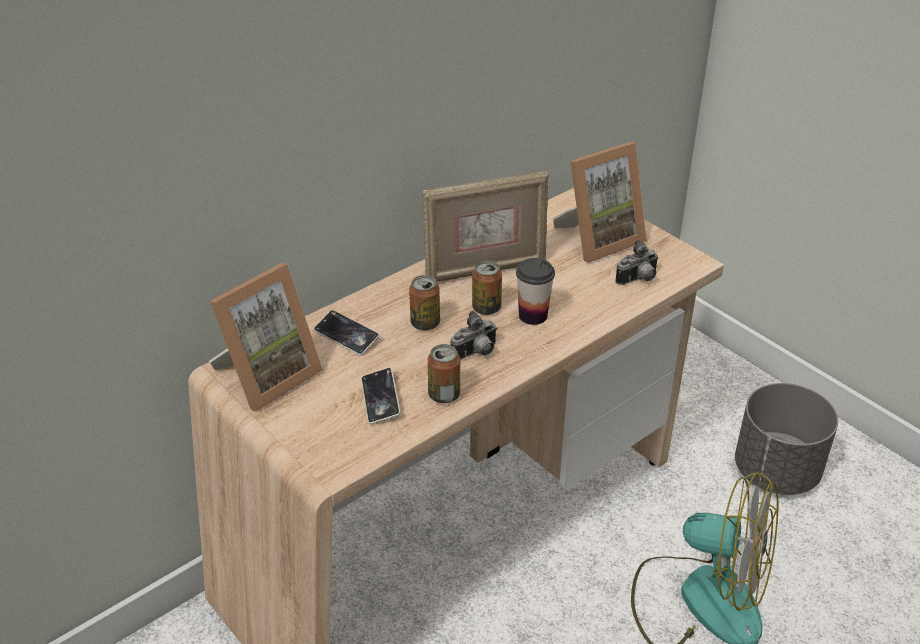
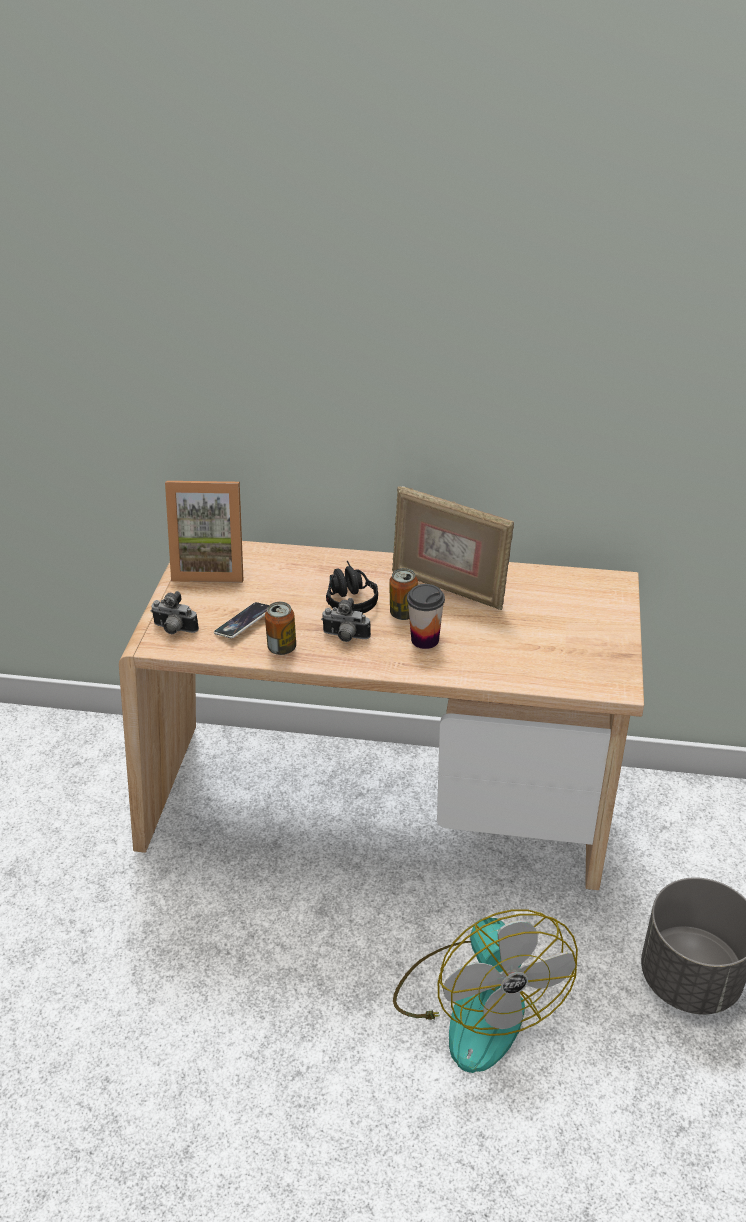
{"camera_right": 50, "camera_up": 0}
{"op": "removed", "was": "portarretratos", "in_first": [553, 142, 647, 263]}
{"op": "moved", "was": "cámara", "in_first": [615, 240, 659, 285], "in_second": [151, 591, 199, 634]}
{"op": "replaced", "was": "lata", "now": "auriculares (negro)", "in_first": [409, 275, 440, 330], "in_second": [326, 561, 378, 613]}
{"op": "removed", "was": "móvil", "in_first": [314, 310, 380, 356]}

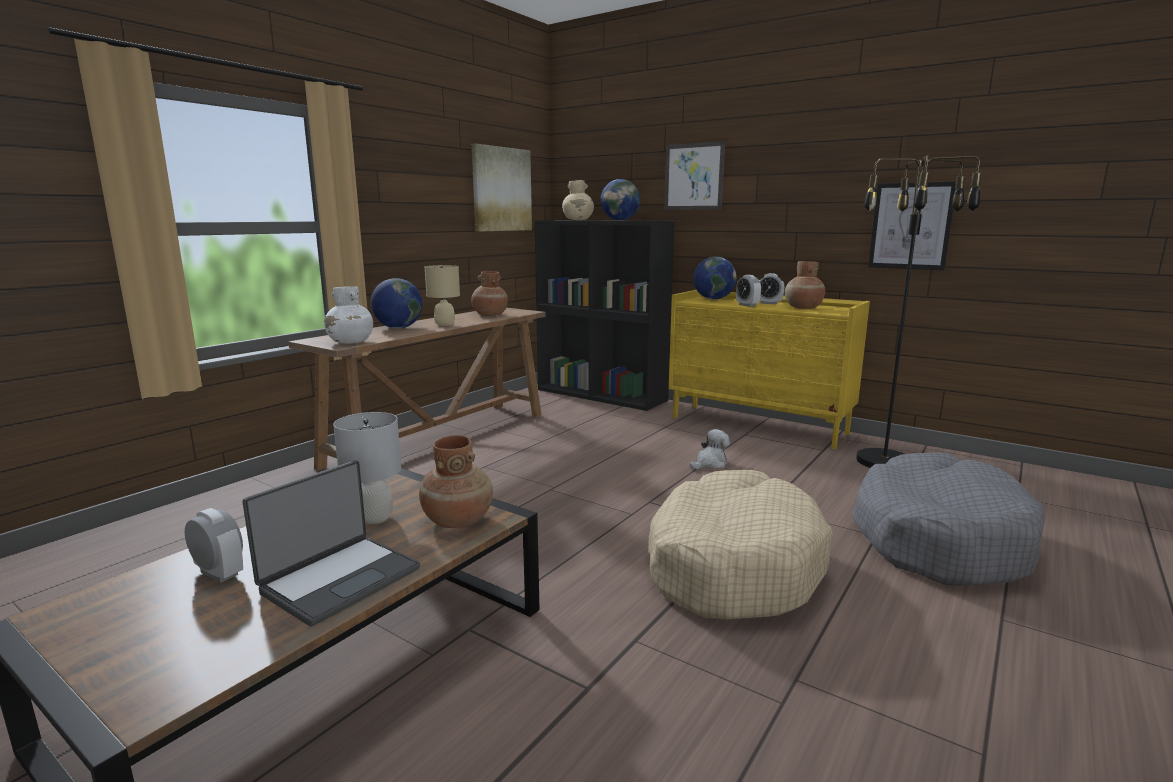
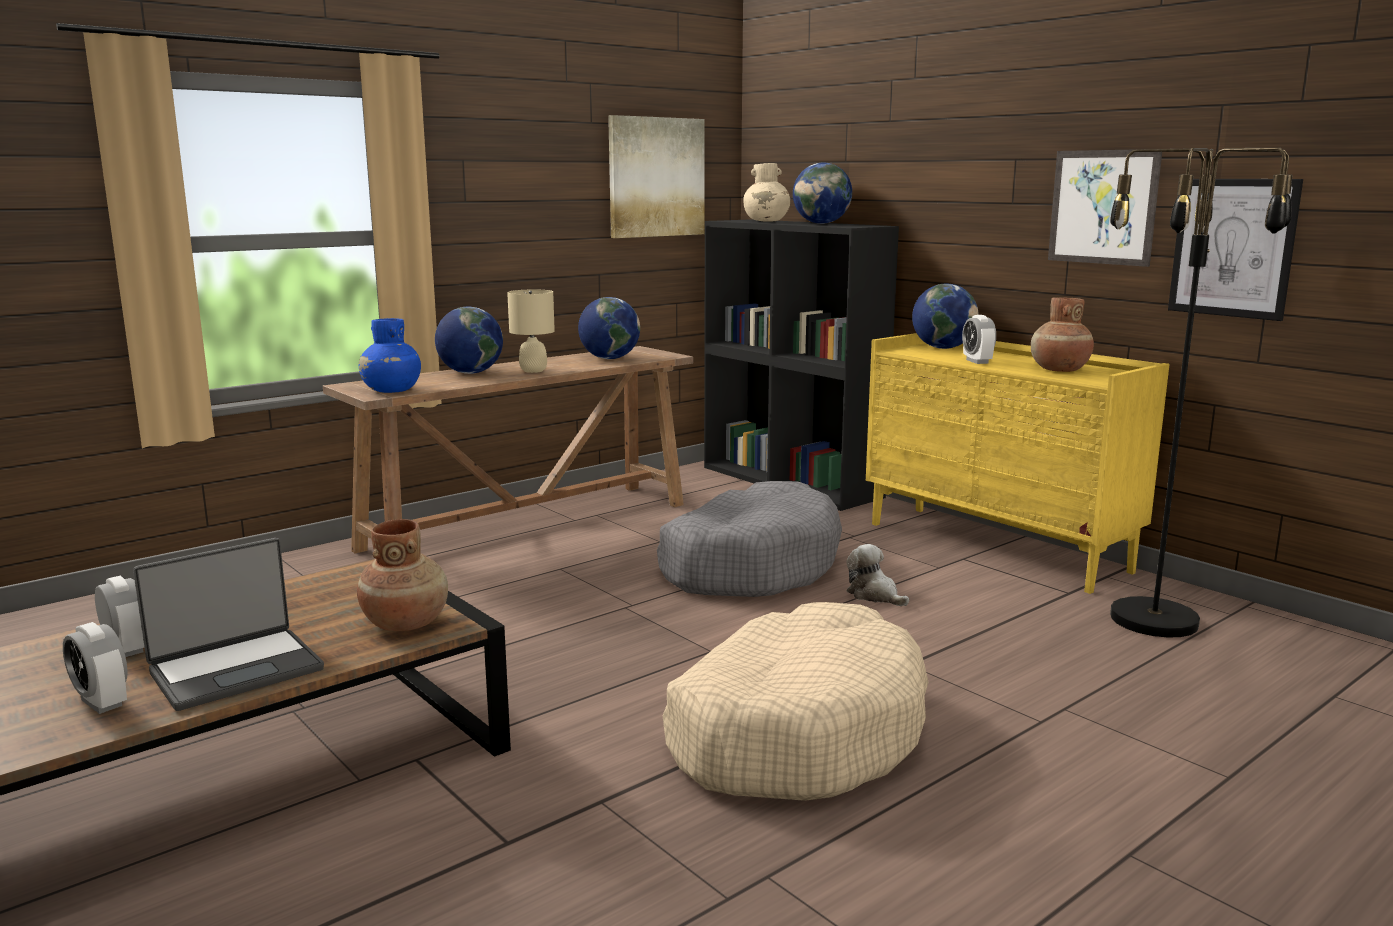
{"camera_right": 15, "camera_up": 0}
{"op": "moved", "was": "cuadro", "in_first": [664, 141, 725, 210], "in_second": [1048, 149, 1162, 267]}
{"op": "replaced", "was": "florero (marrón)", "now": "globo terráqueo", "in_first": [471, 271, 508, 316], "in_second": [578, 297, 640, 359]}
{"op": "moved", "was": "despertador", "in_first": [759, 273, 785, 304], "in_second": [63, 622, 128, 714]}
{"op": "recoloured", "was": "florero (blanco)", "now": "florero (azul)", "in_first": [324, 286, 373, 344], "in_second": [359, 318, 421, 393]}
{"op": "removed", "was": "lámpara de mesa (gris)", "in_first": [333, 412, 401, 524]}
{"op": "turned", "was": "peluche", "in_first": [690, 429, 730, 469], "in_second": [846, 544, 909, 606], "clockwise": -105}
{"op": "moved", "was": "cama para perro (gris)", "in_first": [852, 452, 1045, 586], "in_second": [657, 481, 842, 597]}

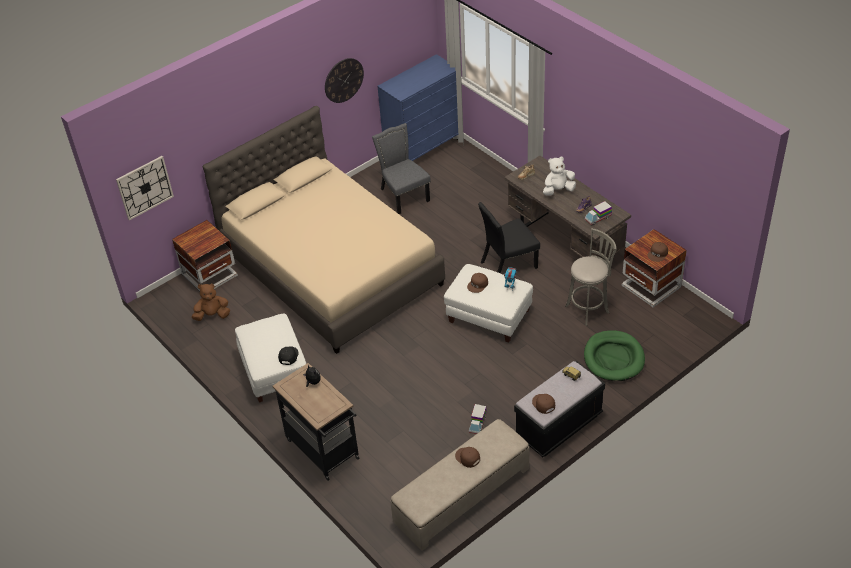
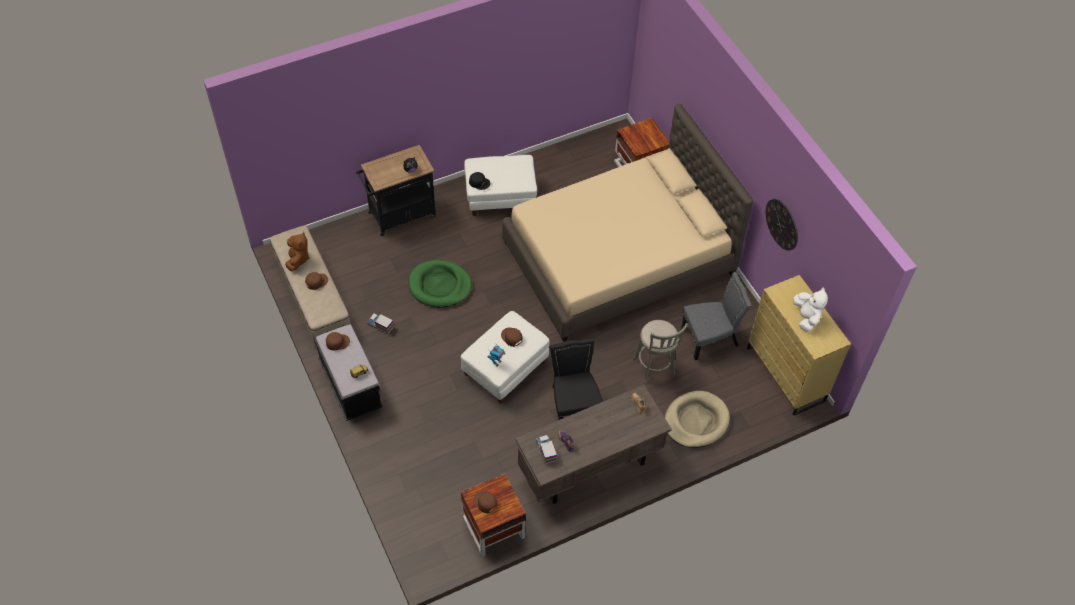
{"camera_right": 100, "camera_up": 10}
{"op": "recoloured", "was": "cómoda (azul)", "now": "cómoda (beis)", "in_first": [377, 54, 458, 161], "in_second": [747, 275, 851, 416]}
{"op": "removed", "was": "reloj de pared", "in_first": [116, 156, 174, 221]}
{"op": "moved", "was": "peluche (blanco)", "in_first": [543, 157, 576, 196], "in_second": [793, 288, 828, 332]}
{"op": "moved", "was": "taburete (gris)", "in_first": [565, 228, 617, 326], "in_second": [633, 320, 688, 384]}
{"op": "moved", "was": "peluche (marrón)", "in_first": [192, 283, 230, 321], "in_second": [285, 232, 310, 271]}
{"op": "moved", "was": "cama para perro (verde)", "in_first": [584, 330, 645, 381], "in_second": [409, 260, 472, 307]}
{"op": "added", "now": "cama para perro (beis)", "in_second": [665, 391, 730, 448]}

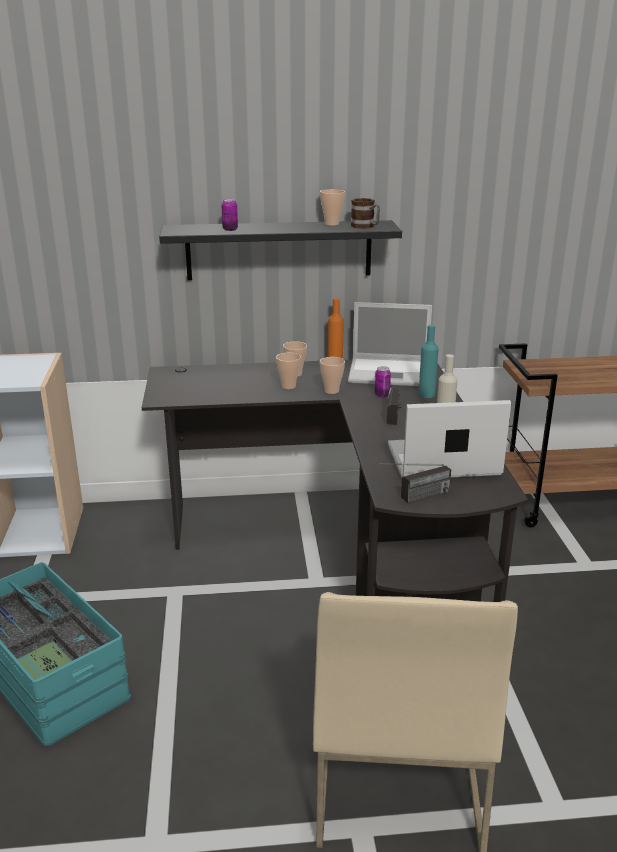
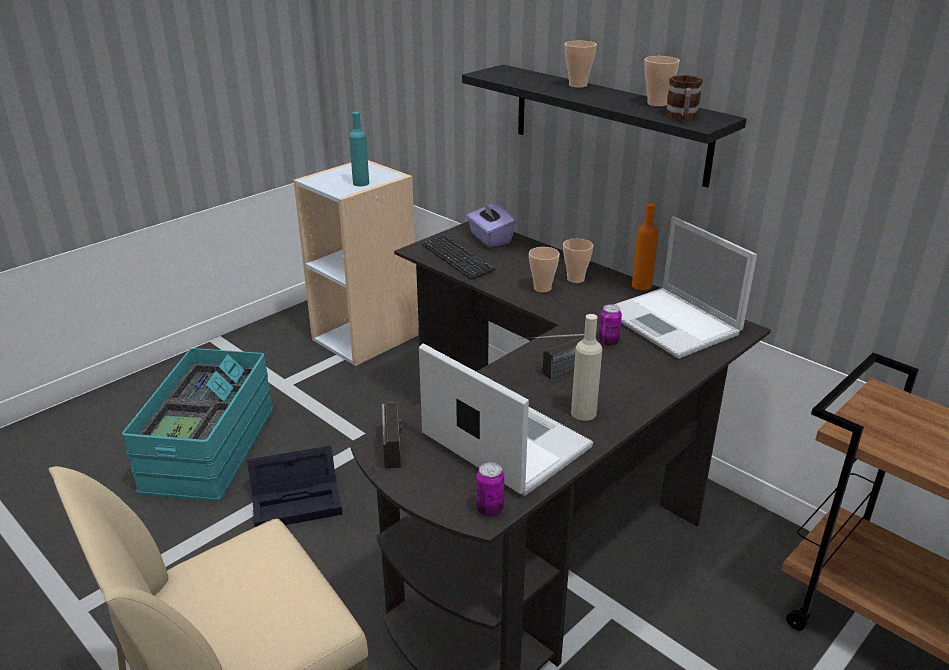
{"camera_right": 50, "camera_up": 5}
{"op": "moved", "was": "lata", "in_first": [222, 199, 238, 231], "in_second": [476, 462, 504, 517]}
{"op": "moved", "was": "botella (turquesa)", "in_first": [419, 325, 439, 398], "in_second": [349, 112, 369, 186]}
{"op": "moved", "was": "taza", "in_first": [320, 357, 345, 394], "in_second": [565, 41, 597, 88]}
{"op": "turned", "was": "radio", "in_first": [379, 463, 451, 503], "in_second": [382, 402, 403, 469], "clockwise": -120}
{"op": "added", "now": "caja de pañuelos (morado)", "in_second": [467, 201, 515, 247]}
{"op": "added", "now": "teclado", "in_second": [422, 234, 496, 280]}
{"op": "added", "now": "caja de almacenaje (negro)", "in_second": [247, 446, 342, 527]}

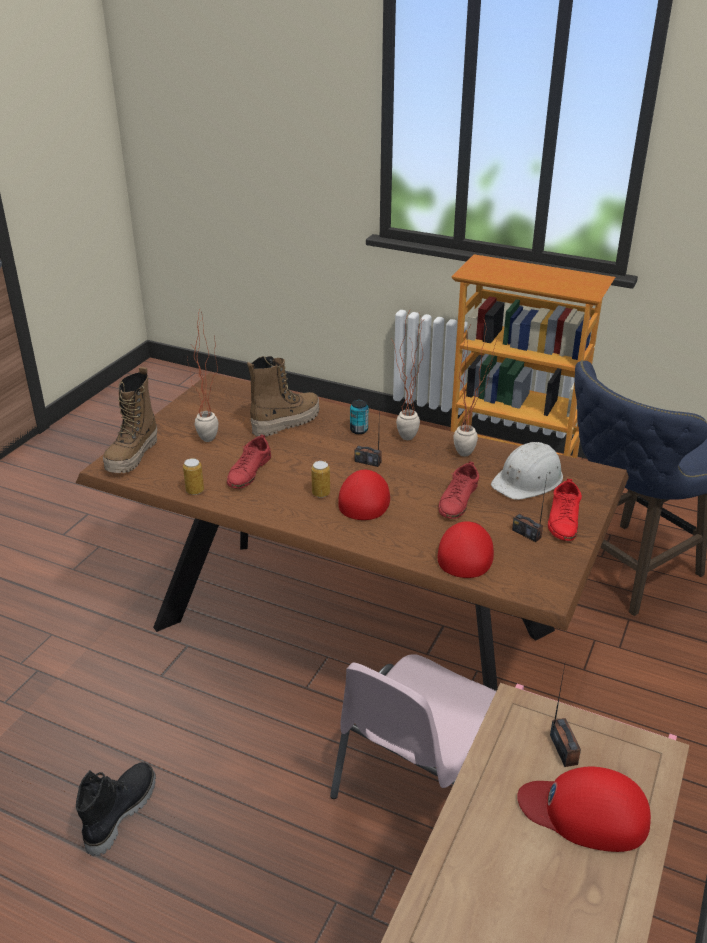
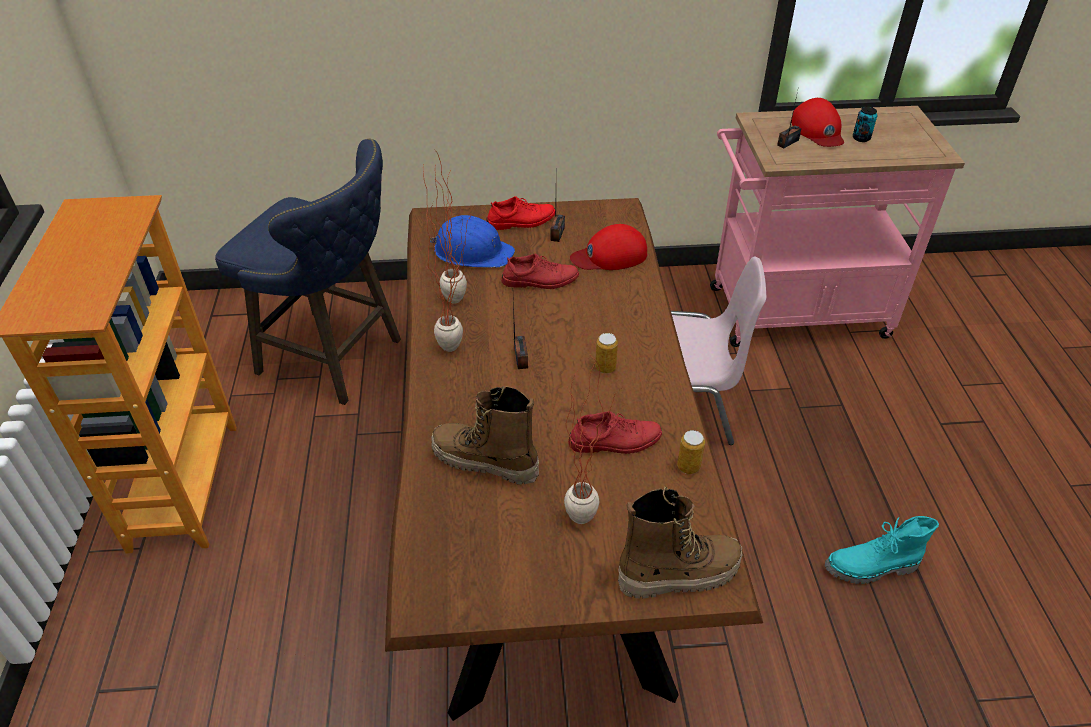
{"camera_right": -120, "camera_up": 10}
{"op": "moved", "was": "lata", "in_first": [350, 400, 368, 434], "in_second": [853, 107, 877, 142]}
{"op": "recoloured", "was": "casco (blanco)", "now": "casco (azul)", "in_first": [491, 442, 563, 500], "in_second": [430, 215, 515, 267]}
{"op": "removed", "was": "gorra (rojo)", "in_first": [338, 470, 390, 520]}
{"op": "recoloured", "was": "bota (negro)", "now": "bota (turquesa)", "in_first": [76, 762, 156, 856], "in_second": [825, 516, 939, 584]}

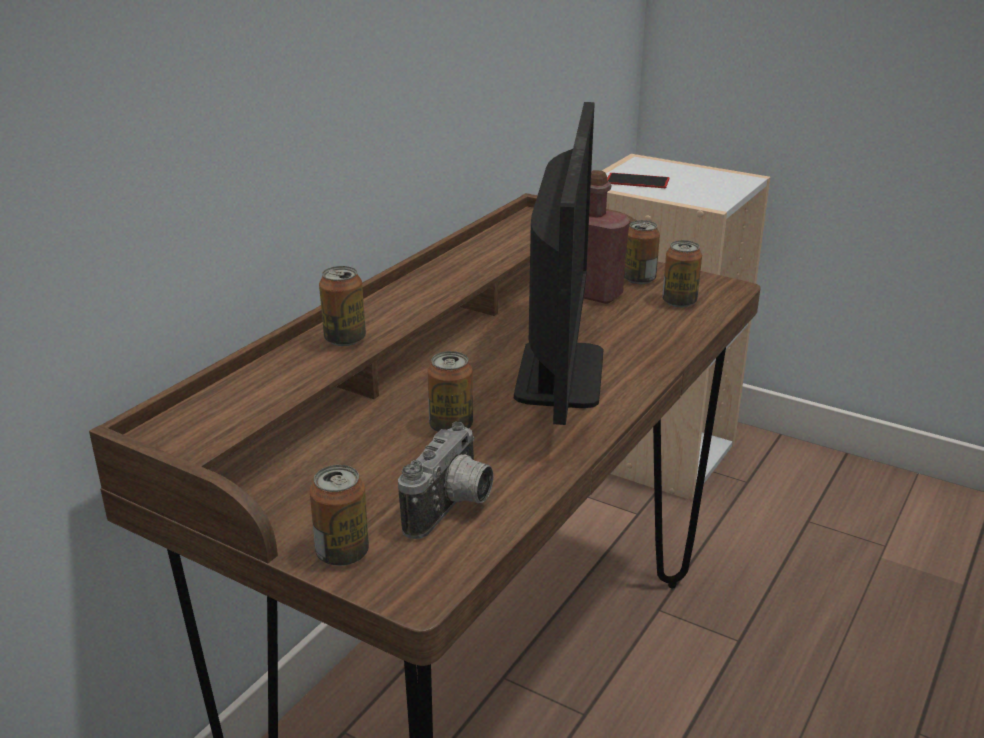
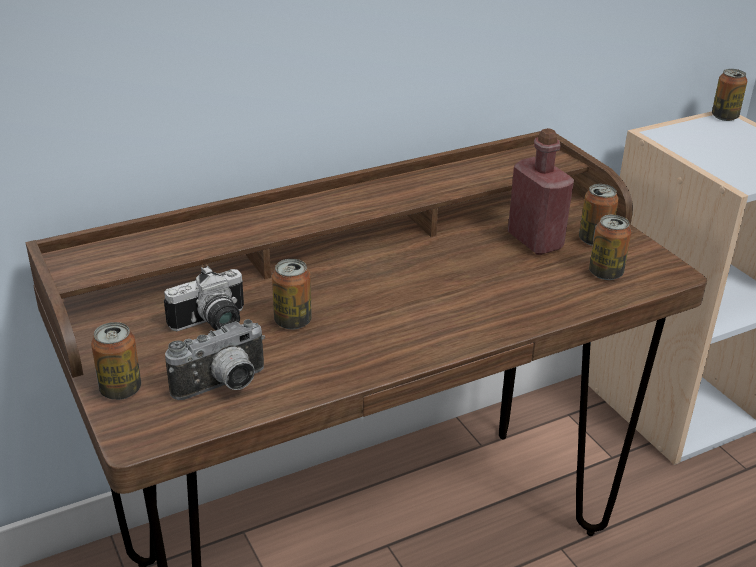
{"camera_right": 30, "camera_up": 5}
{"op": "removed", "was": "monitor", "in_first": [514, 102, 603, 425]}
{"op": "removed", "was": "móvil", "in_first": [607, 173, 670, 188]}
{"op": "moved", "was": "lata", "in_first": [319, 266, 366, 346], "in_second": [712, 69, 747, 121]}
{"op": "added", "now": "cámara", "in_second": [164, 266, 244, 331]}

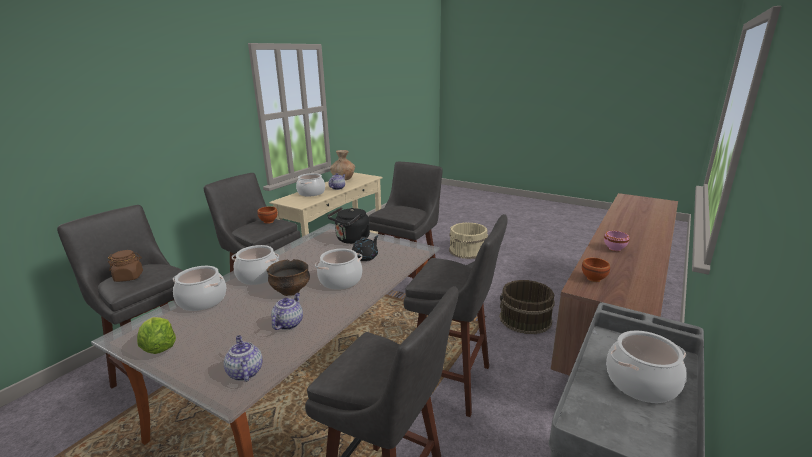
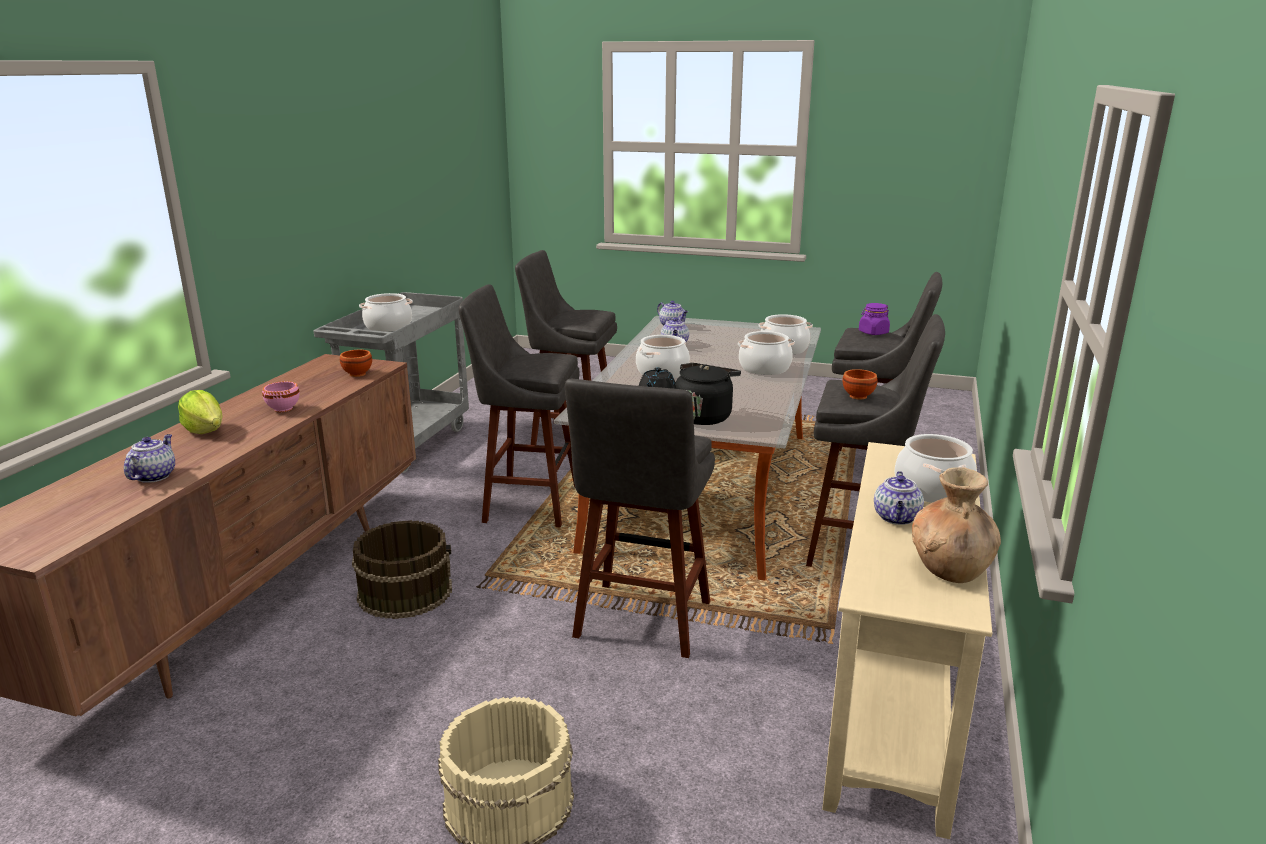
{"camera_right": 165, "camera_up": 0}
{"op": "recoloured", "was": "tarro (marrón)", "now": "tarro (morado)", "in_first": [108, 250, 143, 282], "in_second": [859, 303, 890, 335]}
{"op": "removed", "was": "cuenco", "in_first": [267, 259, 310, 296]}
{"op": "moved", "was": "lechuga", "in_first": [137, 317, 176, 354], "in_second": [178, 390, 223, 434]}
{"op": "added", "now": "tetera", "in_second": [124, 434, 175, 483]}

